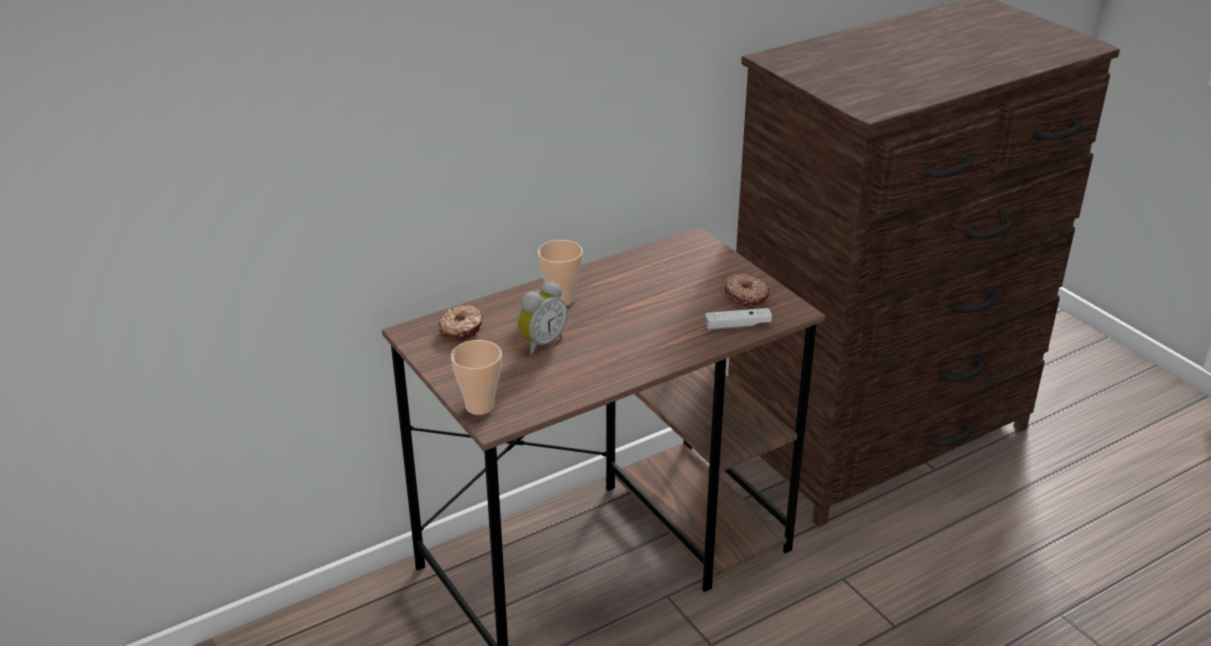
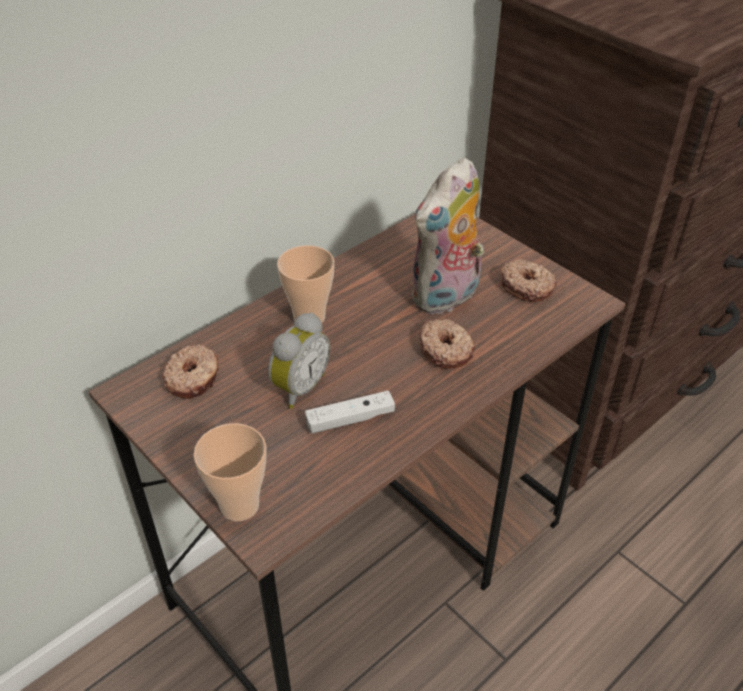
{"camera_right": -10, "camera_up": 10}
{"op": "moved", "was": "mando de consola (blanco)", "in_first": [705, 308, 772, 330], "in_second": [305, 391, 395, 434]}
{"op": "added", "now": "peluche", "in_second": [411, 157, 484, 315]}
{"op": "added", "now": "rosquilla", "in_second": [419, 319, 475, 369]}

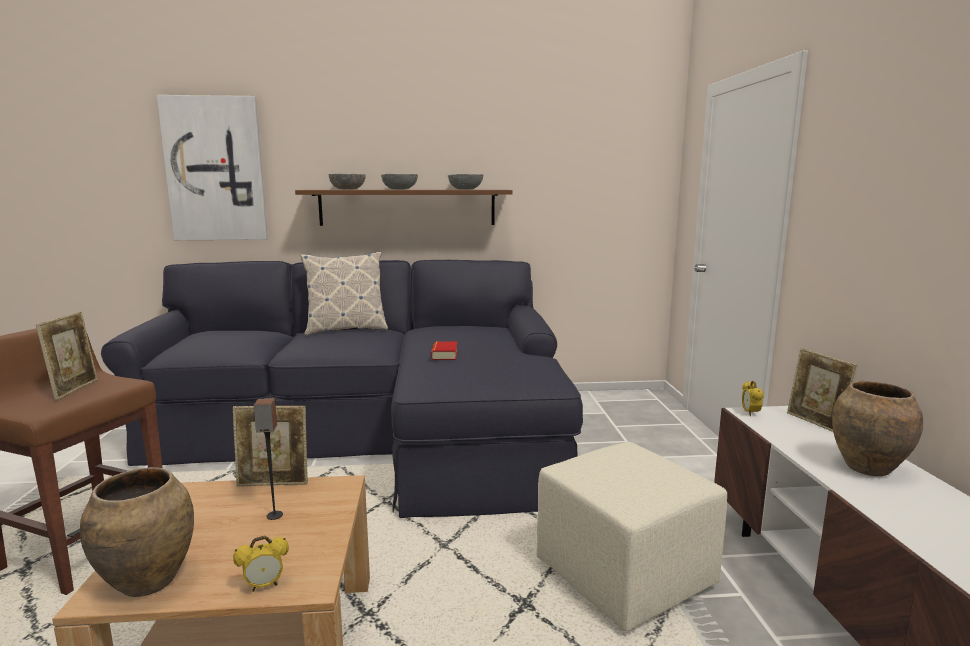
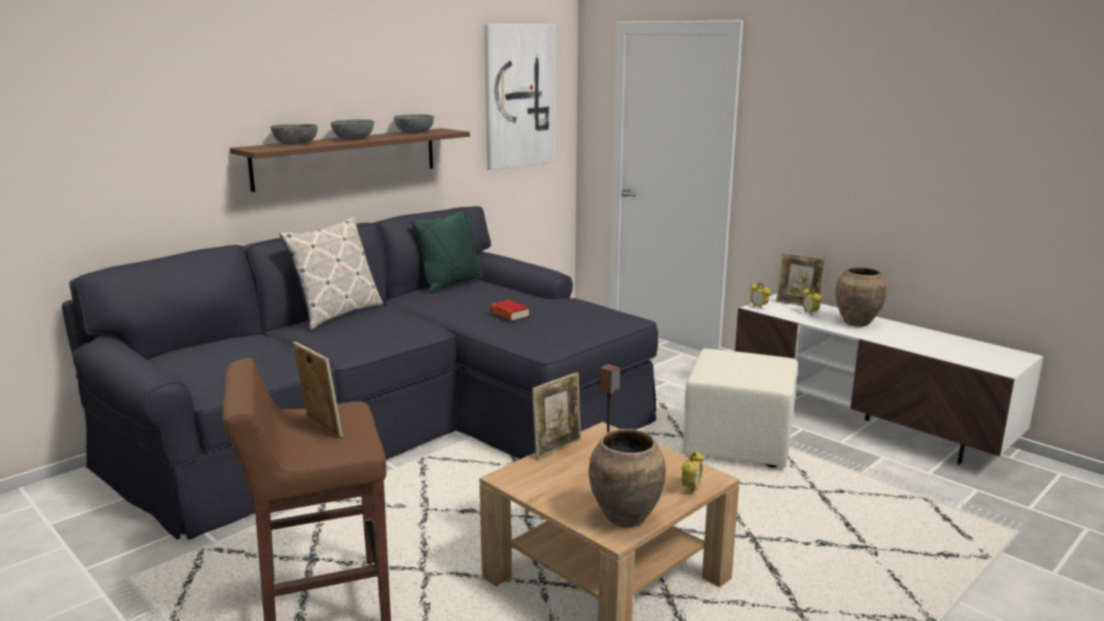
{"camera_right": -40, "camera_up": 5}
{"op": "moved", "was": "cuadro", "in_first": [157, 95, 268, 240], "in_second": [484, 24, 555, 170]}
{"op": "added", "now": "cojín (verde)", "in_second": [411, 210, 483, 294]}
{"op": "added", "now": "despertador", "in_second": [802, 288, 821, 316]}

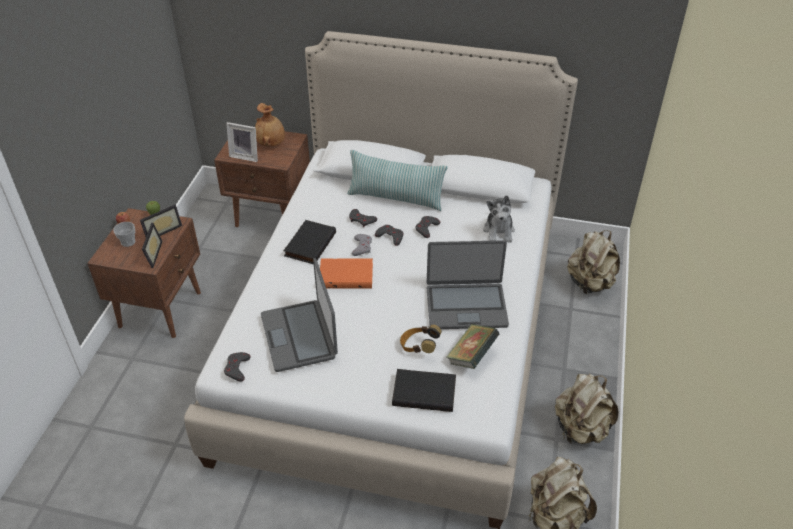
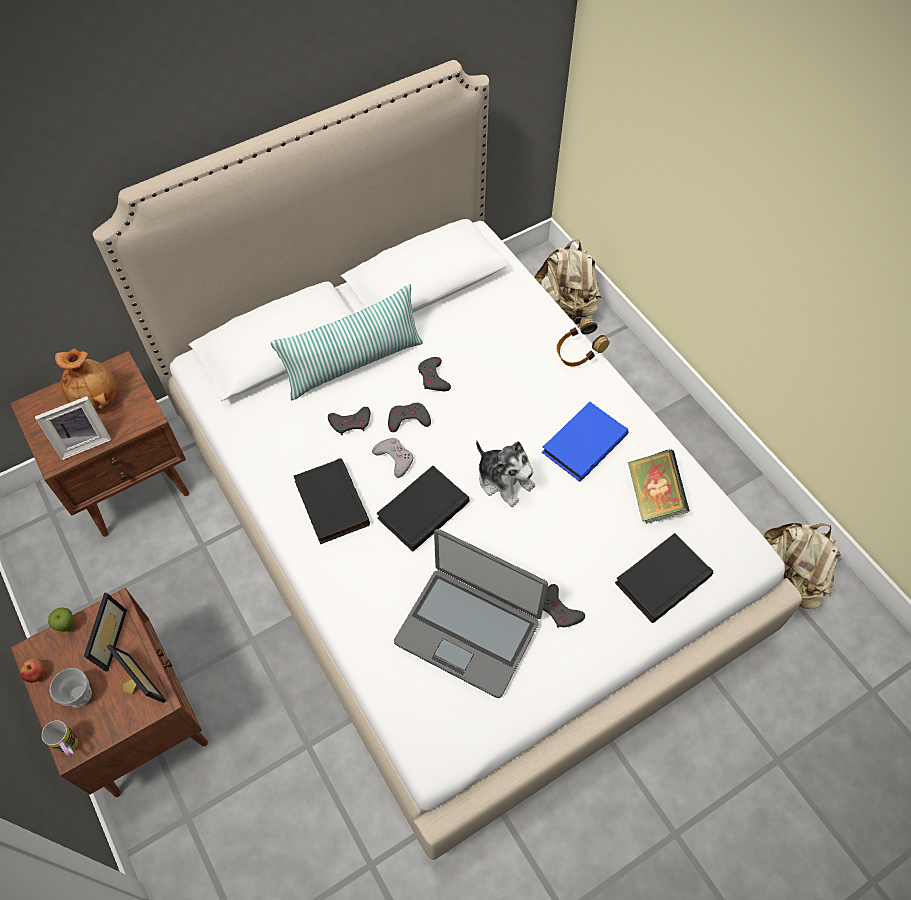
{"camera_right": -45, "camera_up": 15}
{"op": "moved", "was": "peluche", "in_first": [483, 195, 515, 243], "in_second": [476, 441, 535, 507]}
{"op": "replaced", "was": "portátil", "now": "libro (azul)", "in_first": [427, 240, 509, 329], "in_second": [542, 402, 628, 482]}
{"op": "recoloured", "was": "libro (naranja)", "now": "libro (negro)", "in_first": [320, 258, 373, 289], "in_second": [377, 466, 470, 552]}
{"op": "moved", "was": "auriculares", "in_first": [400, 325, 442, 353], "in_second": [556, 318, 610, 367]}
{"op": "moved", "was": "mando de consola (gris)", "in_first": [224, 352, 251, 382], "in_second": [543, 584, 585, 628]}
{"op": "removed", "was": "mochila (beis)", "in_first": [555, 373, 619, 444]}
{"op": "added", "now": "taza grande", "in_second": [42, 720, 78, 757]}

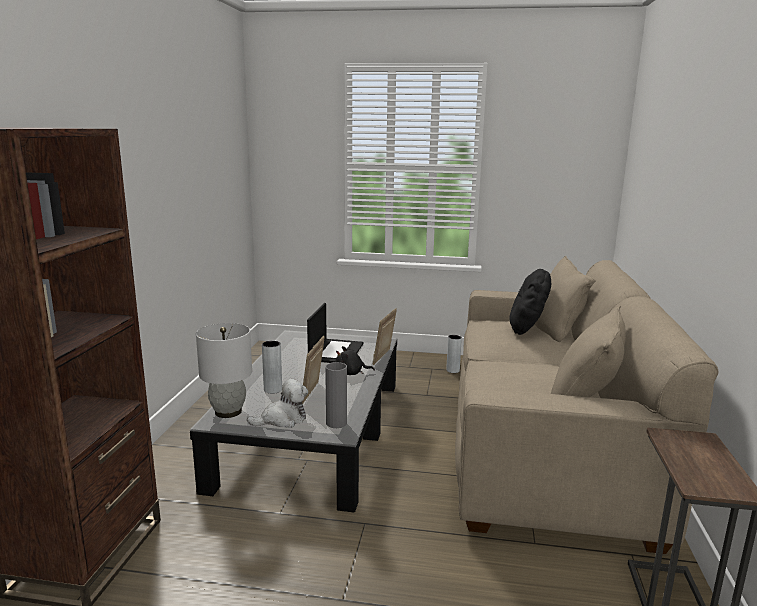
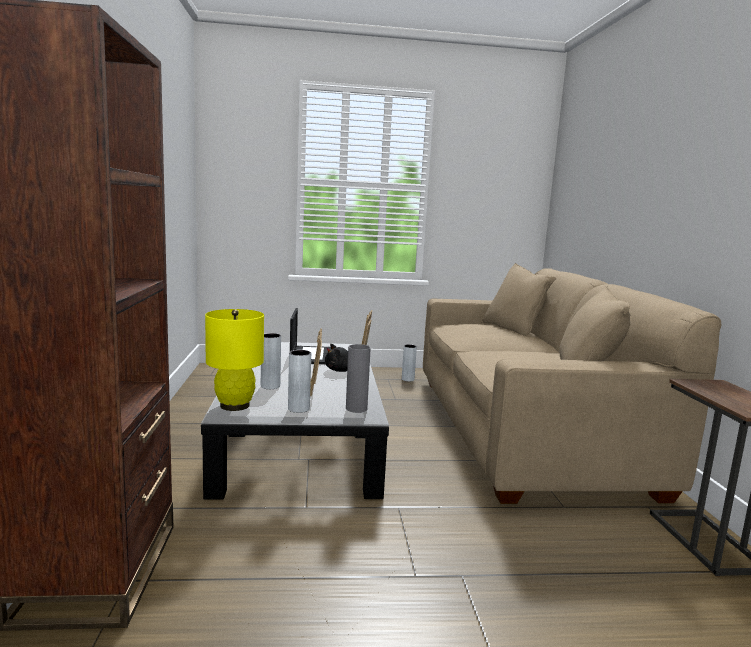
{"camera_right": -15, "camera_up": -5}
{"op": "removed", "was": "cojín (negro)", "in_first": [509, 269, 551, 335]}
{"op": "recoloured", "was": "lámpara de mesa (blanco)", "now": "lámpara de mesa (amarillo)", "in_first": [196, 323, 252, 418], "in_second": [205, 309, 264, 411]}
{"op": "replaced", "was": "peluche", "now": "florero (gris)", "in_first": [247, 379, 308, 428], "in_second": [288, 350, 311, 413]}

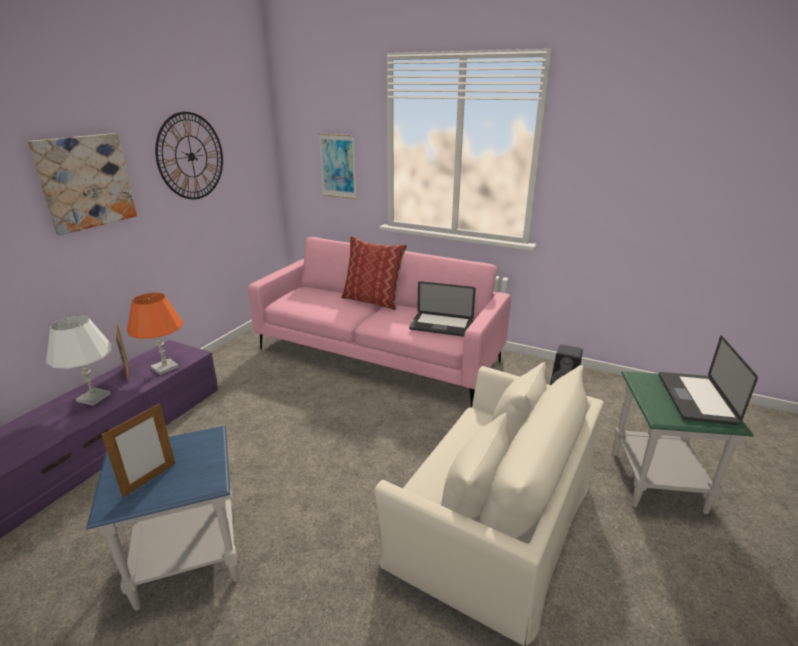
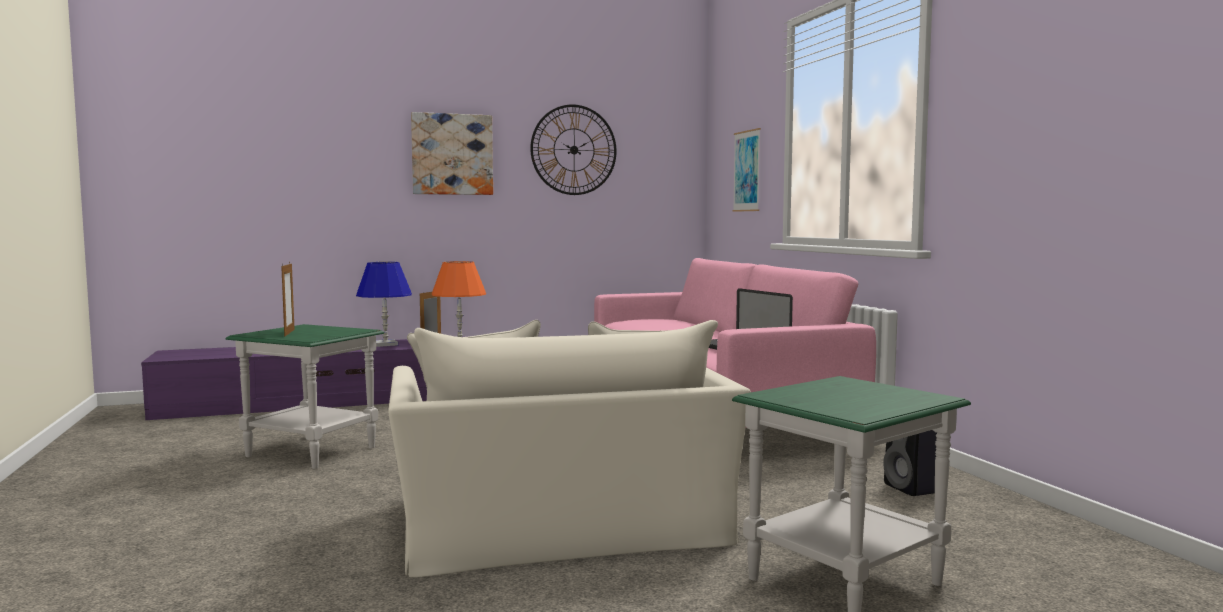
{"camera_right": 45, "camera_up": -20}
{"op": "removed", "was": "cojín", "in_first": [341, 236, 407, 310]}
{"op": "recoloured", "was": "lámpara de mesa (blanco)", "now": "lámpara de mesa (azul)", "in_first": [46, 316, 112, 406], "in_second": [356, 262, 412, 347]}
{"op": "removed", "was": "portátil", "in_first": [659, 336, 758, 425]}
{"op": "turned", "was": "portarretratos", "in_first": [101, 403, 175, 498], "in_second": [281, 264, 295, 337], "clockwise": -90}
{"op": "recoloured", "was": "mesa auxiliar (azul)", "now": "mesa auxiliar (verde)", "in_first": [86, 426, 239, 611], "in_second": [226, 324, 384, 469]}

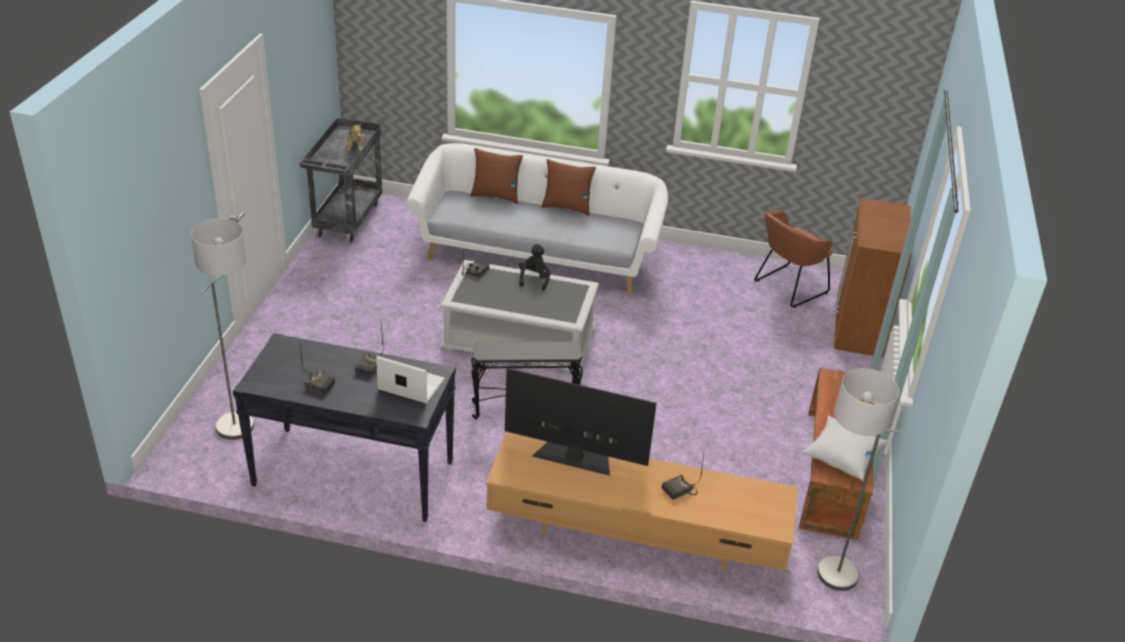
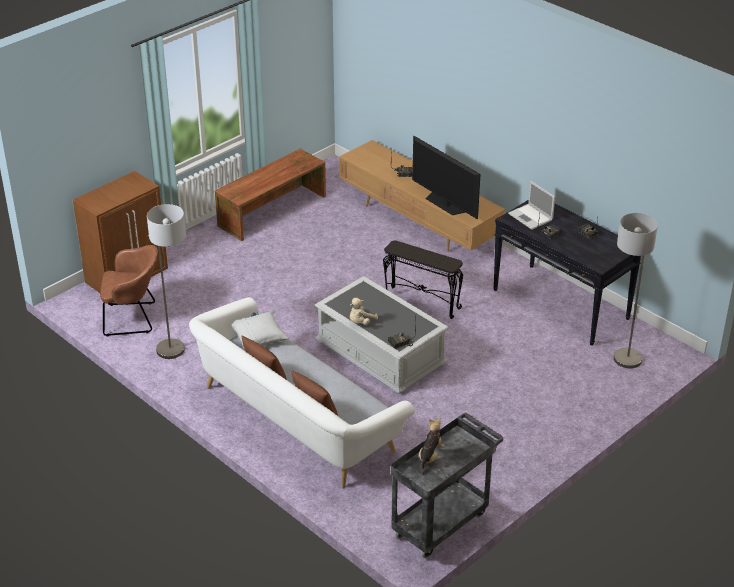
{"camera_right": -145, "camera_up": 0}
{"op": "recoloured", "was": "peluche (negro)", "now": "peluche (beis)", "in_first": [519, 244, 550, 290], "in_second": [350, 298, 378, 325]}
{"op": "moved", "was": "lámpara de pie (gris)", "in_first": [817, 368, 901, 591], "in_second": [147, 204, 186, 359]}
{"op": "moved", "was": "cojín (gris)", "in_first": [802, 415, 888, 481], "in_second": [231, 312, 289, 350]}

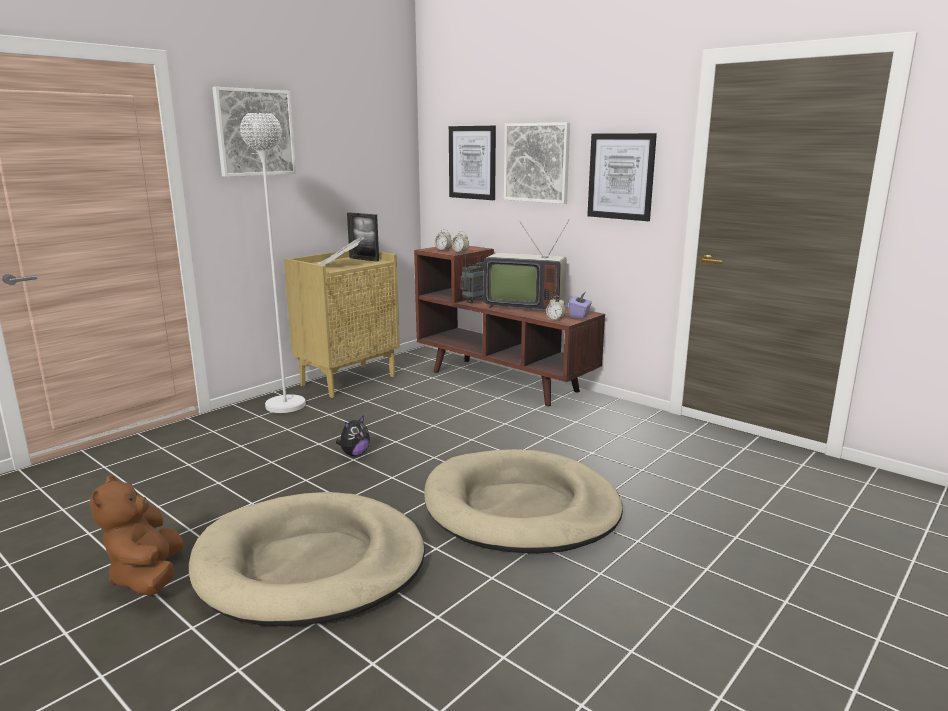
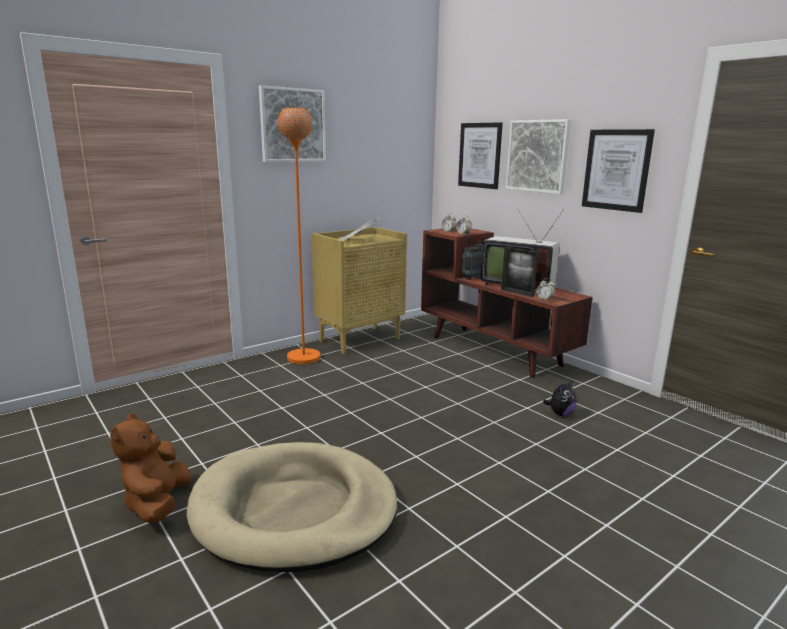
{"camera_right": 10, "camera_up": 0}
{"op": "recoloured", "was": "lámpara de pie (blanco)", "now": "lámpara de pie (naranja)", "in_first": [240, 113, 306, 413], "in_second": [278, 107, 321, 364]}
{"op": "moved", "was": "portarretratos", "in_first": [347, 212, 379, 262], "in_second": [501, 247, 538, 297]}
{"op": "removed", "was": "caja de pañuelos (morado)", "in_first": [568, 293, 592, 318]}
{"op": "moved", "was": "peluche", "in_first": [336, 415, 370, 456], "in_second": [543, 380, 576, 416]}
{"op": "removed", "was": "cama para perro (beis)", "in_first": [424, 449, 623, 554]}

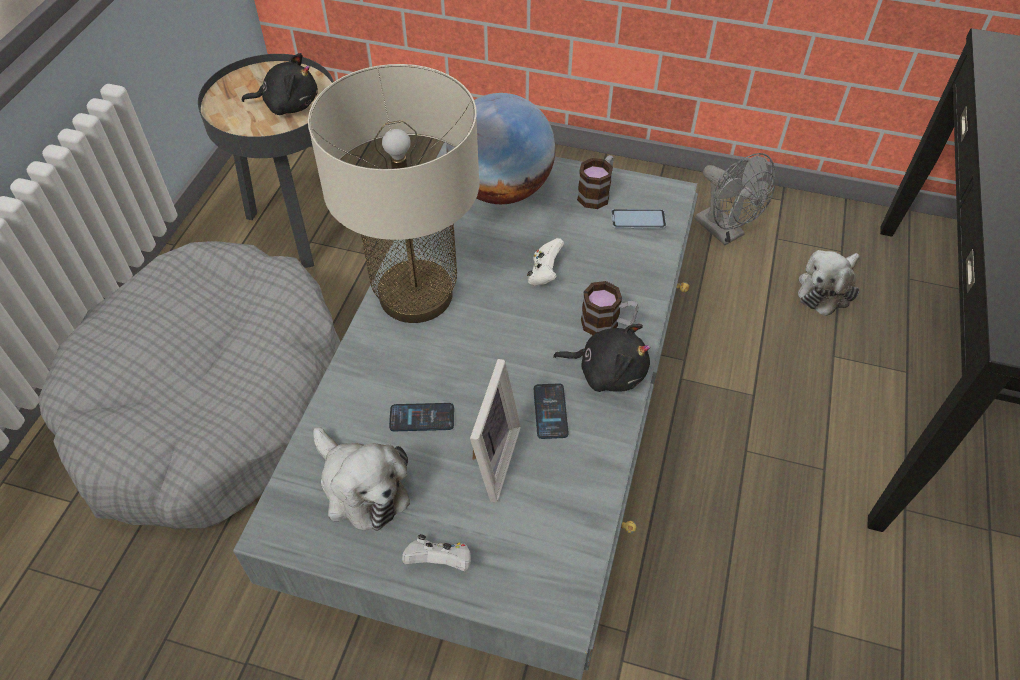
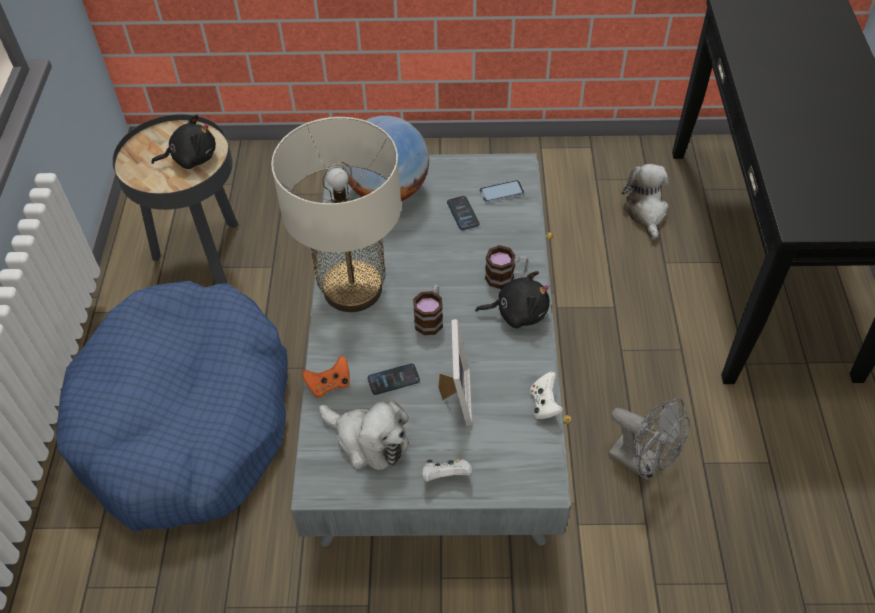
{"camera_right": -15, "camera_up": 0}
{"op": "moved", "was": "ventilador (gris)", "in_first": [695, 153, 775, 245], "in_second": [608, 398, 689, 481]}
{"op": "moved", "was": "taza grande", "in_first": [577, 155, 614, 209], "in_second": [413, 284, 443, 335]}
{"op": "moved", "was": "mando de consola (blanco)", "in_first": [527, 238, 564, 286], "in_second": [530, 372, 563, 419]}
{"op": "recoloured", "was": "cama para perro (gris)", "now": "cama para perro (azul)", "in_first": [38, 241, 341, 529], "in_second": [56, 281, 288, 532]}
{"op": "turned", "was": "peluche", "in_first": [798, 250, 860, 316], "in_second": [622, 164, 669, 240], "clockwise": 150}
{"op": "moved", "was": "móvil", "in_first": [534, 383, 569, 439], "in_second": [447, 196, 479, 230]}
{"op": "added", "now": "mando de consola (naranja)", "in_second": [302, 356, 350, 398]}

